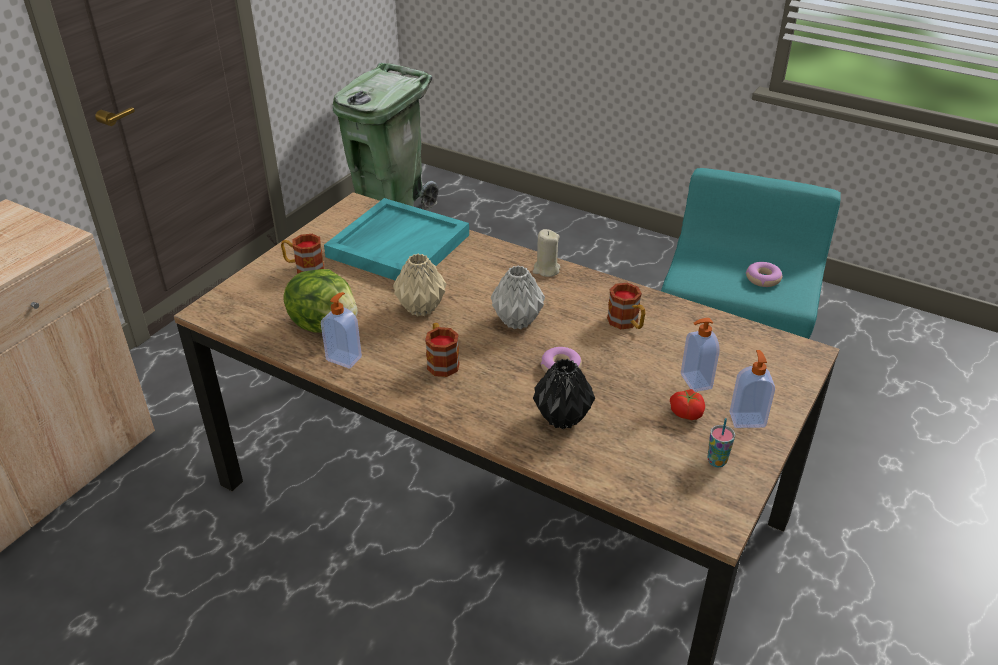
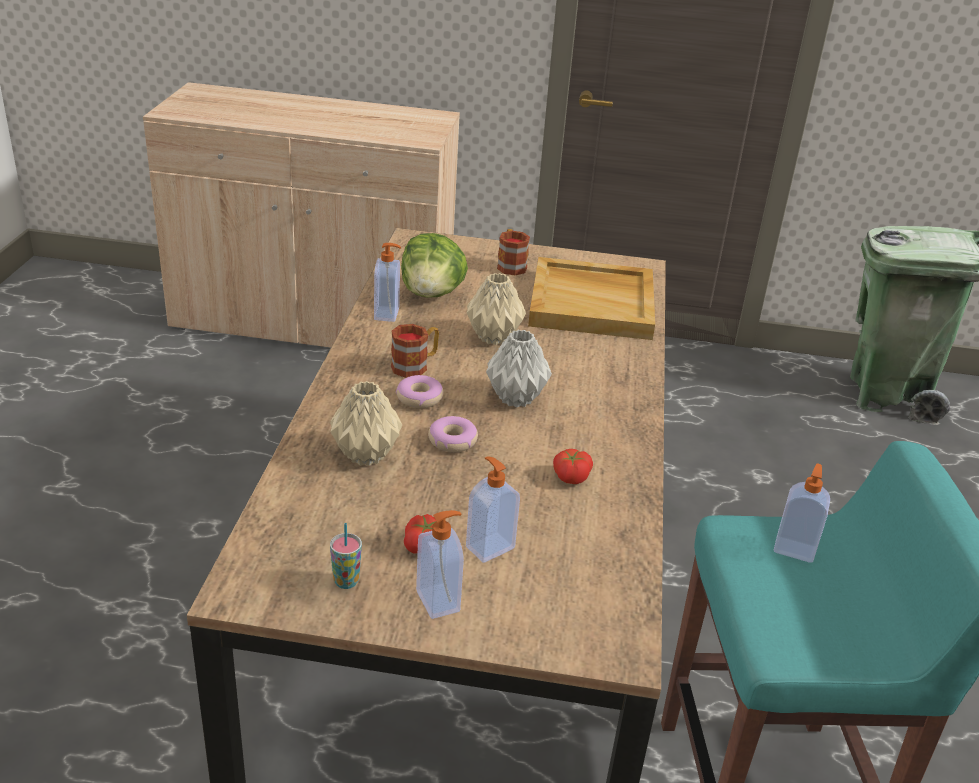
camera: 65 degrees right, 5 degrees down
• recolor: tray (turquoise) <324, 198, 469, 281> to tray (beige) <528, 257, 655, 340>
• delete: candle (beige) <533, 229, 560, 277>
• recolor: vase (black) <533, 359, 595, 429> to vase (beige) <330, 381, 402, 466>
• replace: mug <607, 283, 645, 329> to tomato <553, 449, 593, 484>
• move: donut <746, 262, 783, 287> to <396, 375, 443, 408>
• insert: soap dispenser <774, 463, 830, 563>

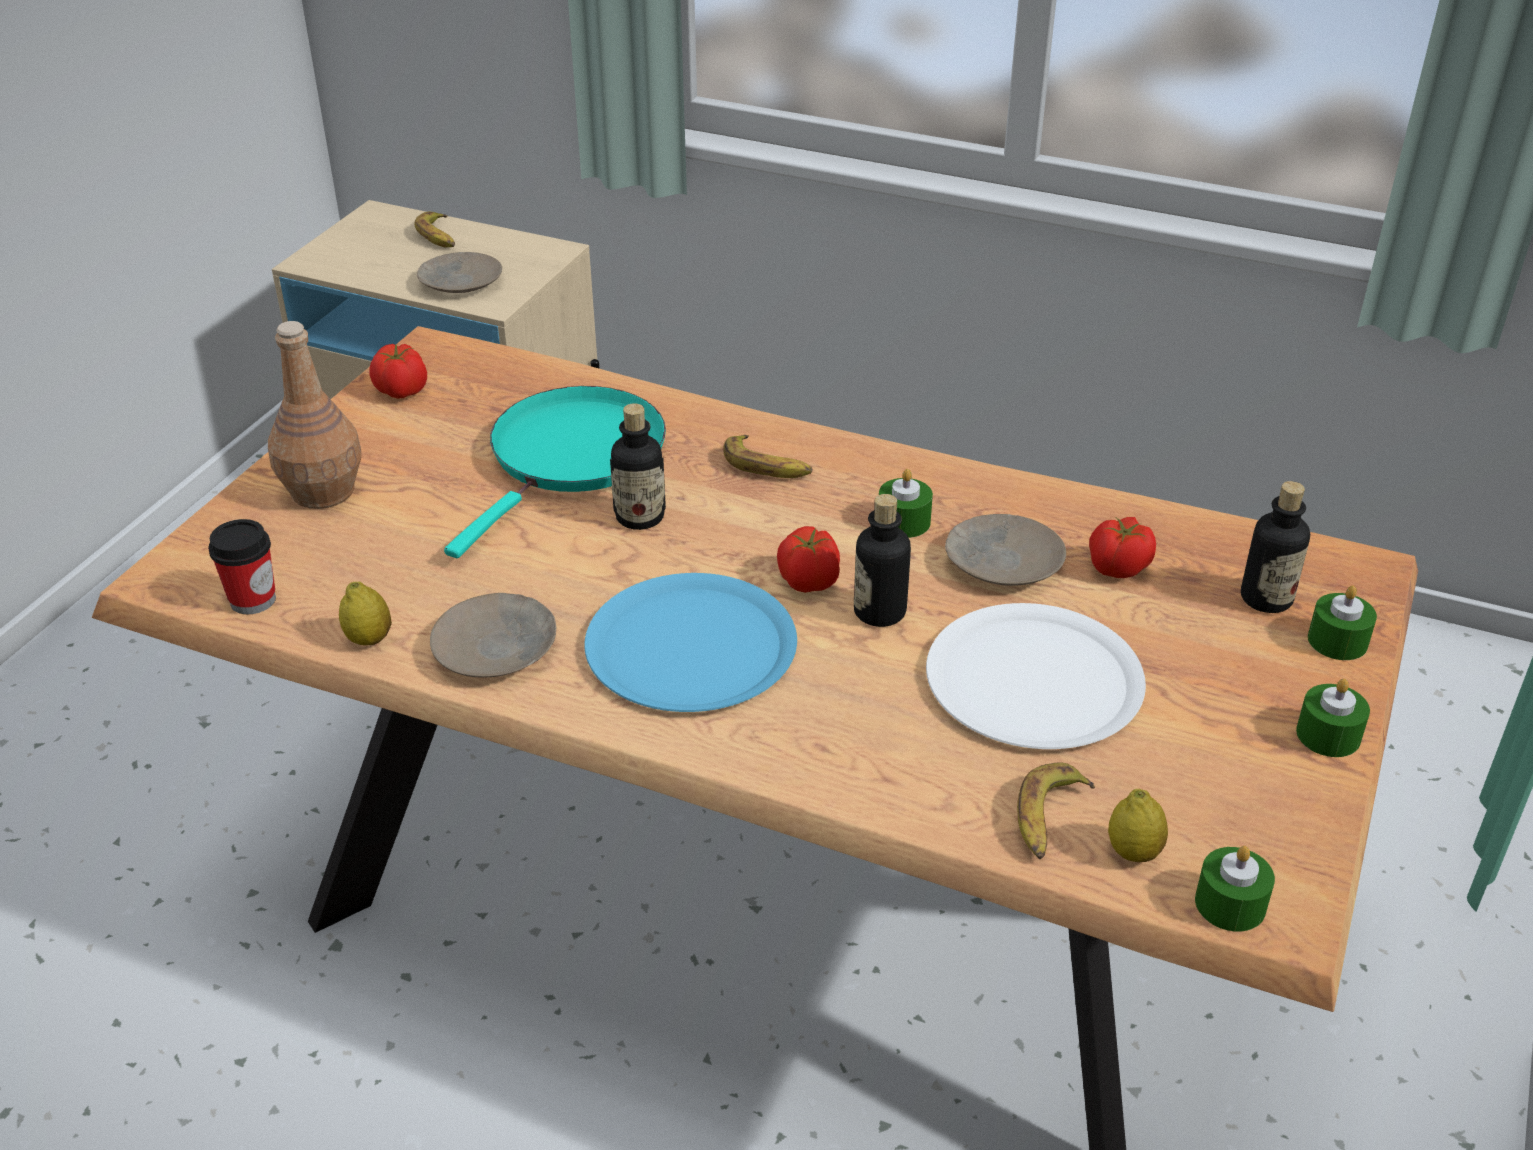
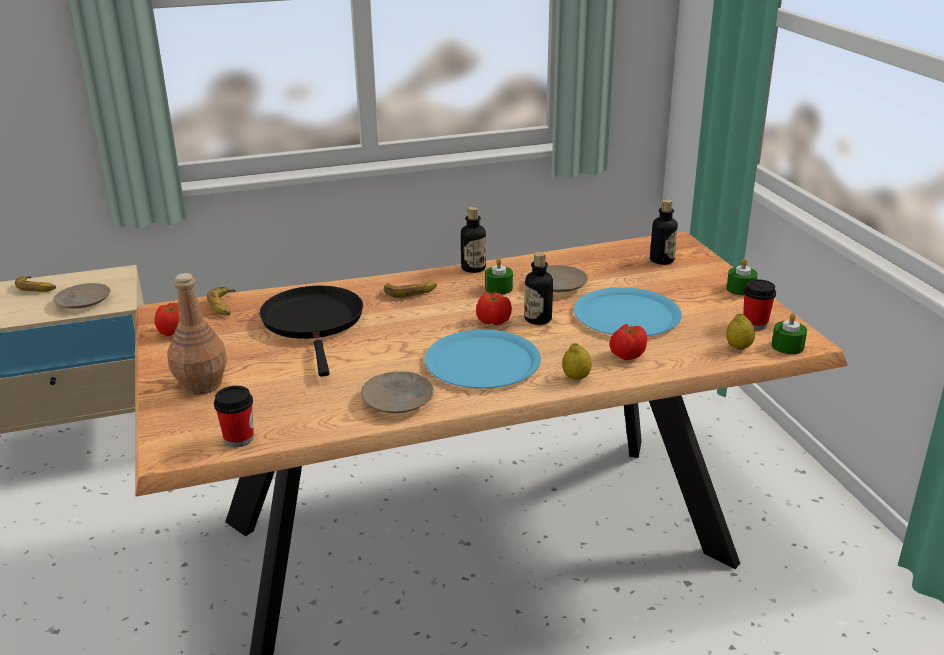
camera: 40 degrees left, 10 degrees down
• move: lemon <339, 582, 392, 646> to <562, 343, 592, 380>
• recolor: frying pan (turquoise) <444, 386, 666, 558> to frying pan (black) <260, 286, 363, 377>
• move: bottle <610, 403, 666, 530> to <461, 207, 486, 273>
• recolor: plate (white) <926, 603, 1146, 749> to plate (blue) <574, 287, 682, 336>
• move: banana <1017, 762, 1095, 859> to <207, 287, 236, 315>
• move: tomato <1089, 517, 1156, 578> to <609, 324, 647, 360>
• delete: candle (green) <1308, 586, 1377, 660>
• insert: cup <743, 279, 776, 330>

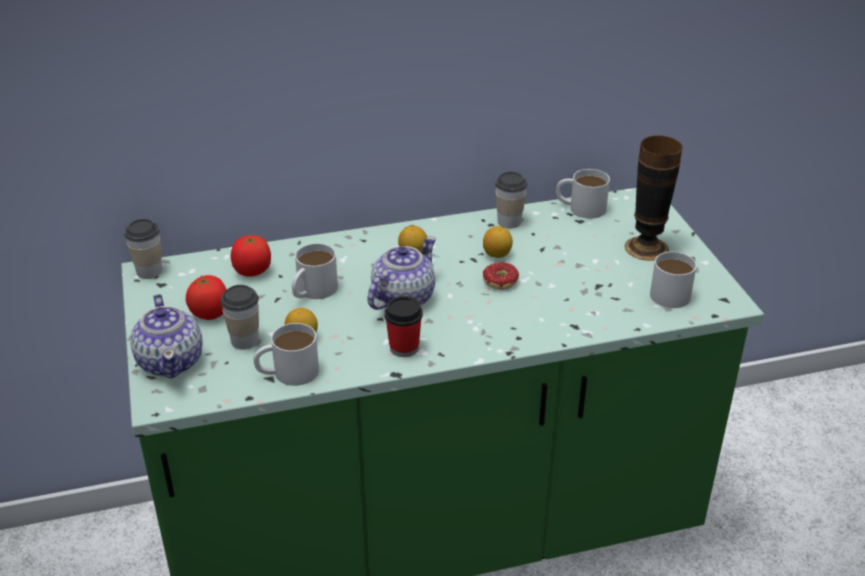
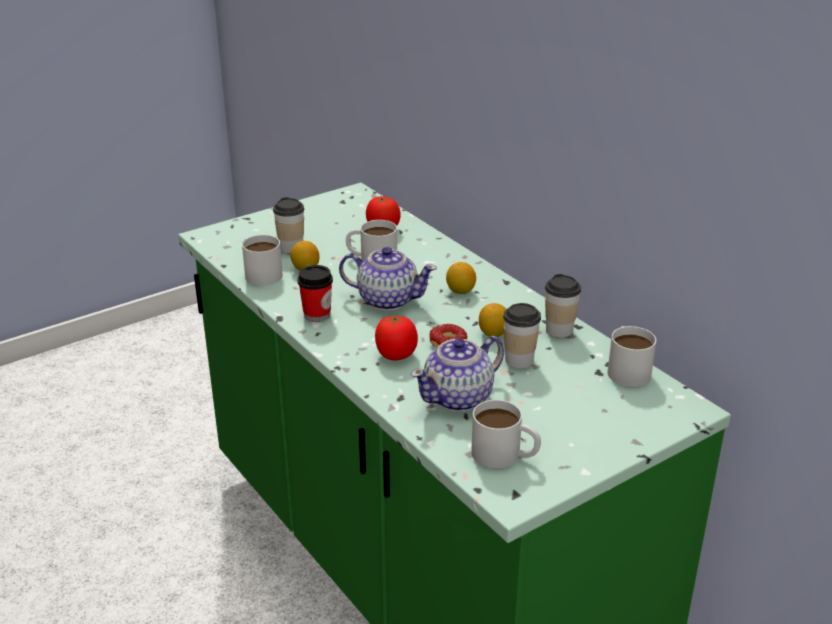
camera: 70 degrees right, 5 degrees down
• move: cup <124, 219, 162, 279> to <503, 303, 541, 368>
• move: teapot <130, 294, 203, 378> to <411, 336, 504, 412>
• move: tomato <186, 275, 227, 320> to <375, 313, 418, 360>
• delete: vase <625, 136, 683, 261>

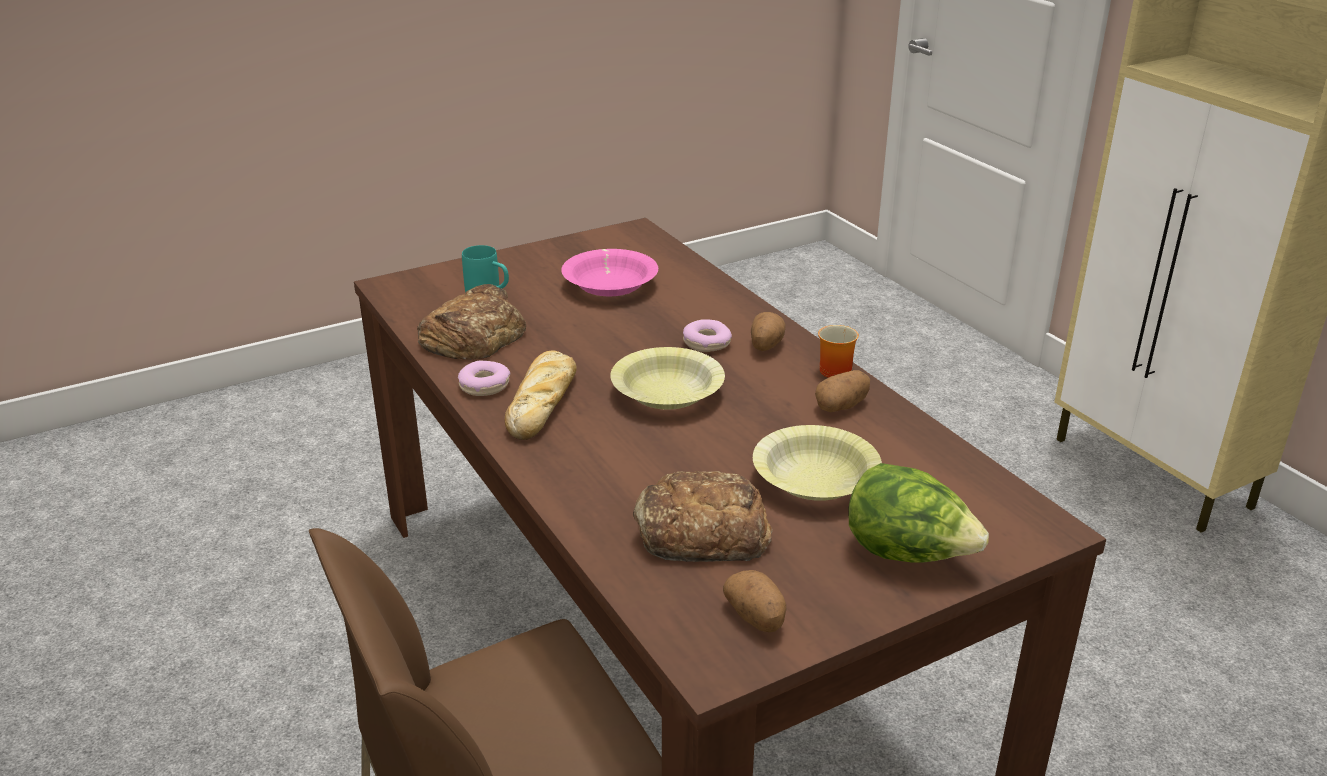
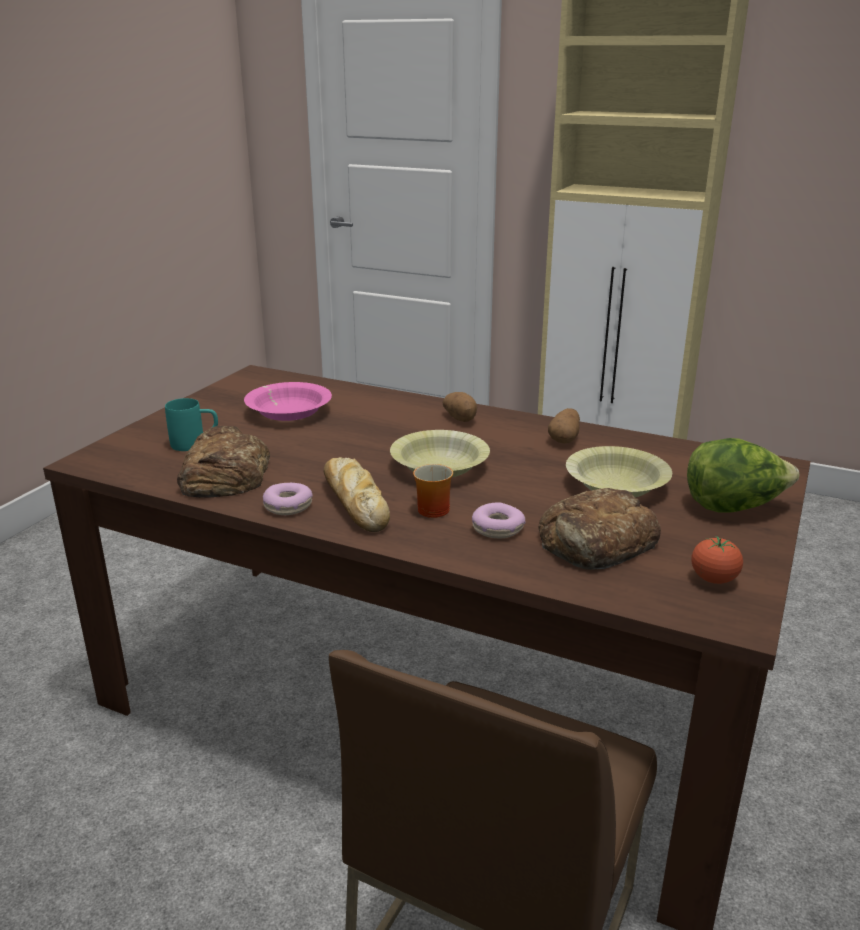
camera: 35 degrees left, 5 degrees down
• move: donut <683, 319, 732, 352> to <472, 502, 526, 539>
• replace: potato <723, 570, 786, 632> to tomato <691, 536, 743, 584>
• move: mug <818, 325, 859, 378> to <413, 464, 453, 518>

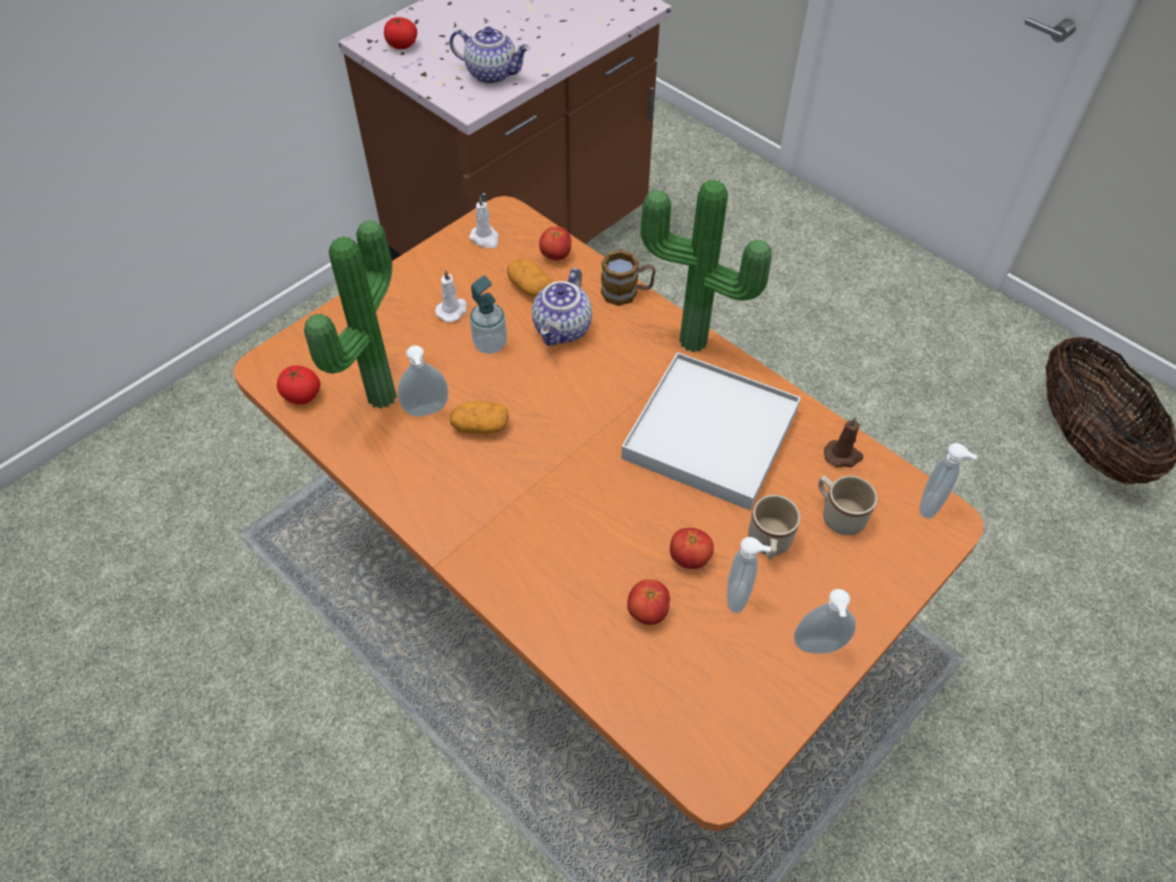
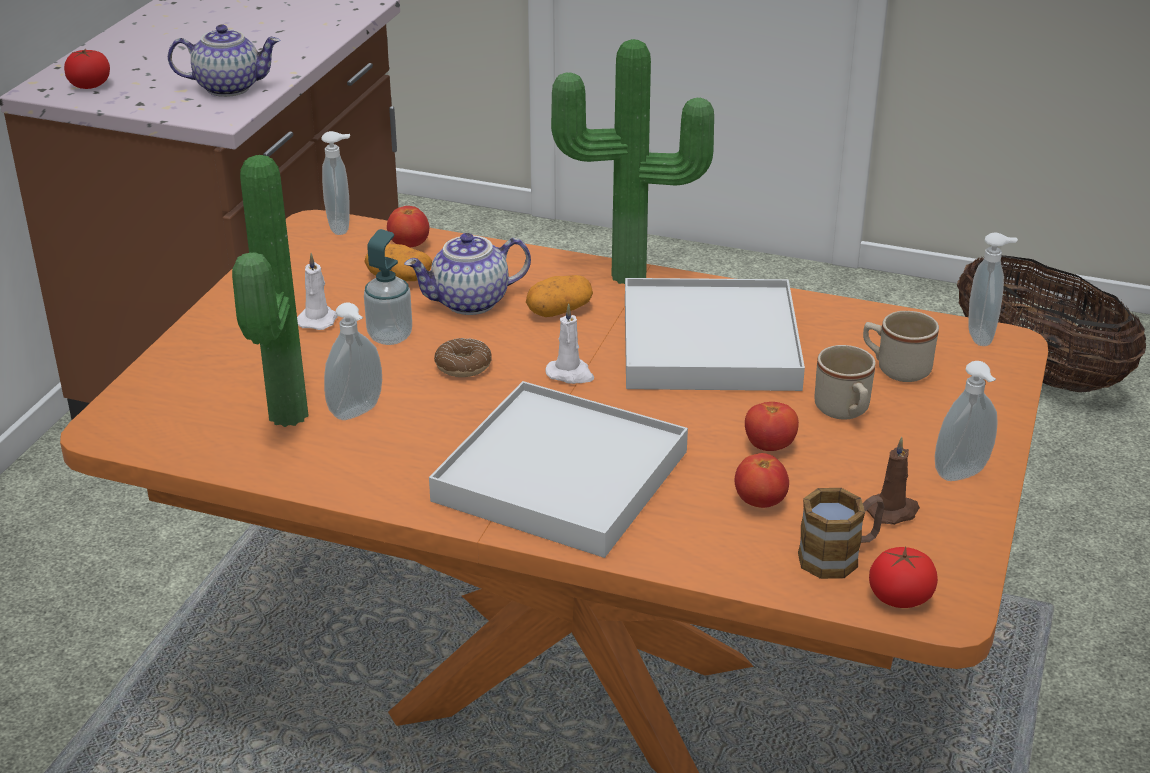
camera: 25 degrees left, 20 degrees down
• move: tomato <277, 365, 320, 405> to <869, 547, 938, 608>
• move: potato <450, 401, 509, 434> to <526, 275, 593, 317>
• move: candle (white) <469, 196, 499, 248> to <545, 304, 594, 384>
• rotate: teapot <532, 268, 592, 346> = <404, 233, 531, 315> 75 degrees clockwise
• move: mug <601, 250, 656, 306> to <798, 488, 885, 579>
• move: soap dispenser <727, 537, 771, 613> to <321, 131, 350, 235>
• move: candle (brown) <824, 416, 863, 467> to <867, 437, 920, 525>
• insert: tray (white) <429, 381, 688, 558>
• insert: donut <434, 338, 492, 377>

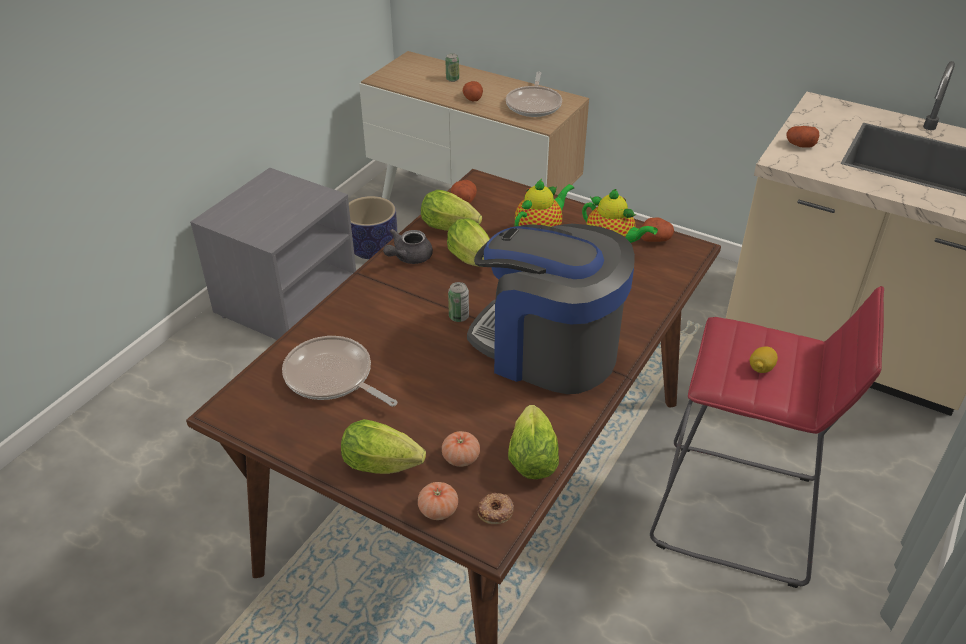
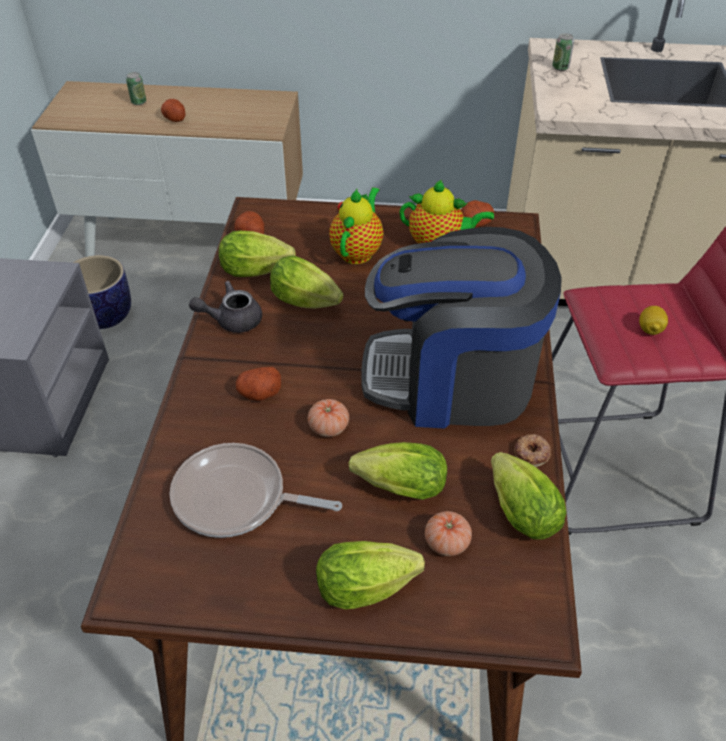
camera: 25 degrees left, 5 degrees up
• rotate: teapot (grey) <383, 229, 433, 264> = <189, 281, 262, 333> 60 degrees clockwise
• move: tomato <418, 482, 458, 520> to <308, 399, 349, 437>
• move: can <448, 282, 469, 322> to <552, 33, 574, 71>
• move: donut <478, 493, 514, 524> to <514, 434, 551, 467>
• delete: frying pan <506, 72, 562, 117>
• move: potato <787, 126, 819, 148> to <236, 367, 281, 401>
• insert: lettuce <349, 442, 447, 500>

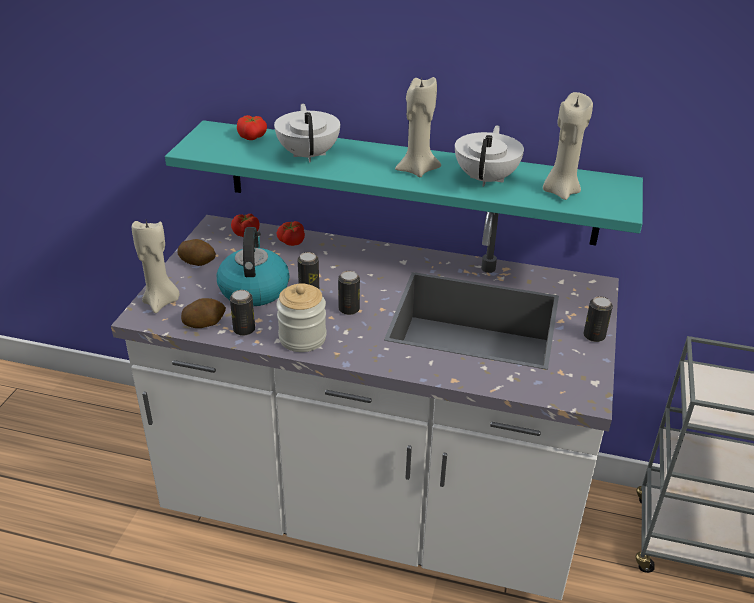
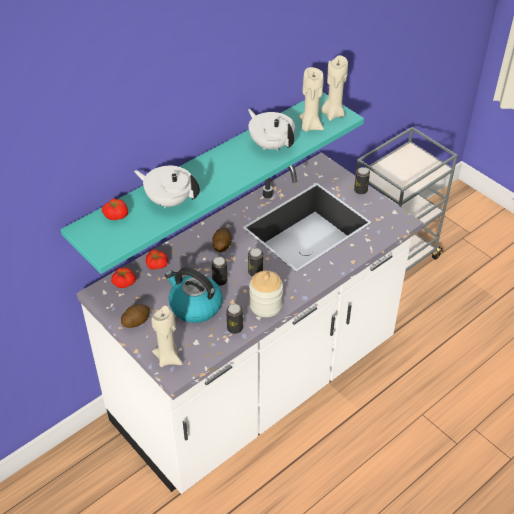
camera: 55 degrees left, 10 degrees up
• move: potato <181, 298, 226, 328> to <212, 228, 232, 252>
• move: candle (beige) <395, 77, 441, 177> to <321, 55, 348, 121>

